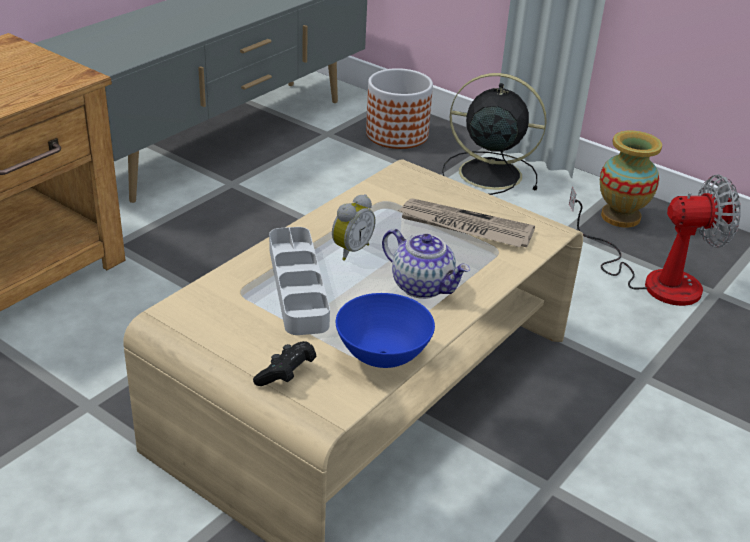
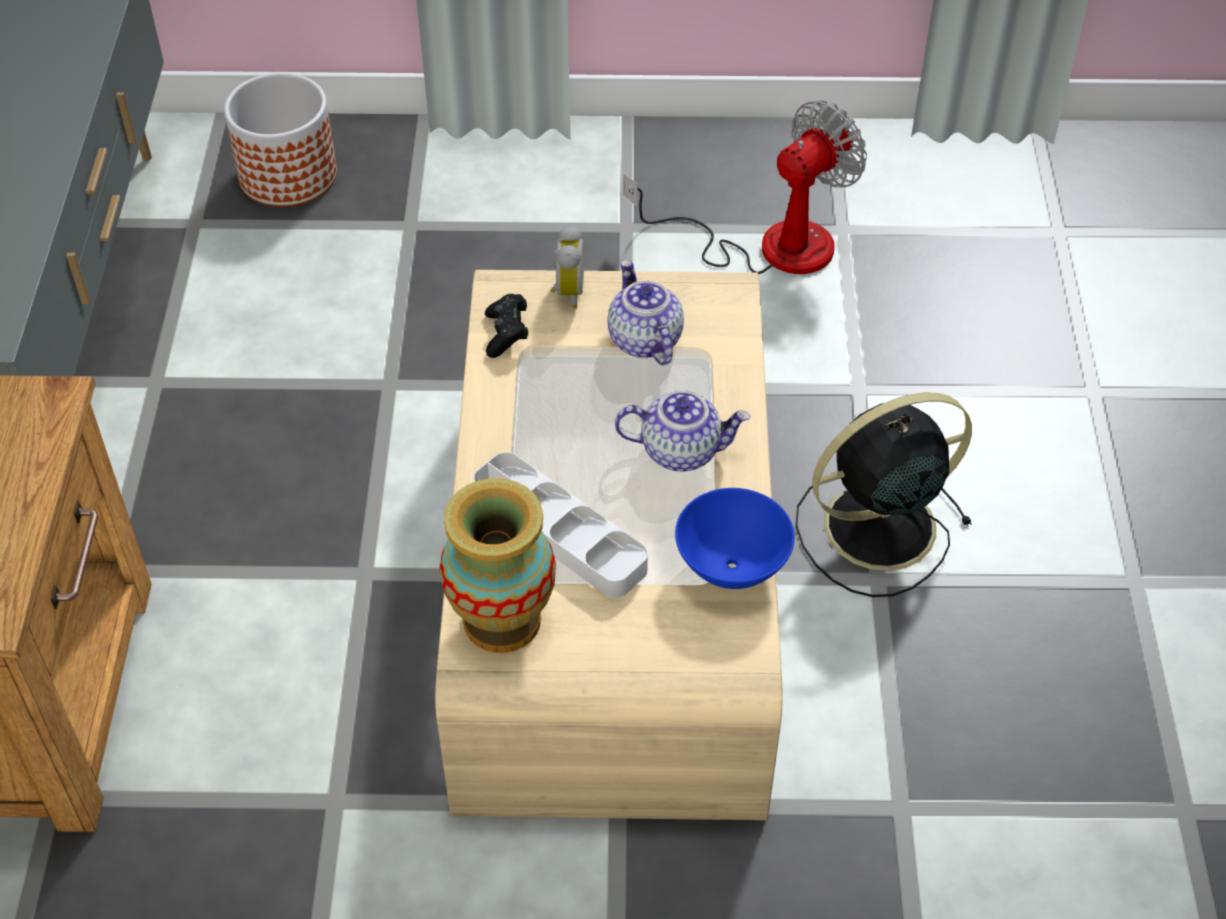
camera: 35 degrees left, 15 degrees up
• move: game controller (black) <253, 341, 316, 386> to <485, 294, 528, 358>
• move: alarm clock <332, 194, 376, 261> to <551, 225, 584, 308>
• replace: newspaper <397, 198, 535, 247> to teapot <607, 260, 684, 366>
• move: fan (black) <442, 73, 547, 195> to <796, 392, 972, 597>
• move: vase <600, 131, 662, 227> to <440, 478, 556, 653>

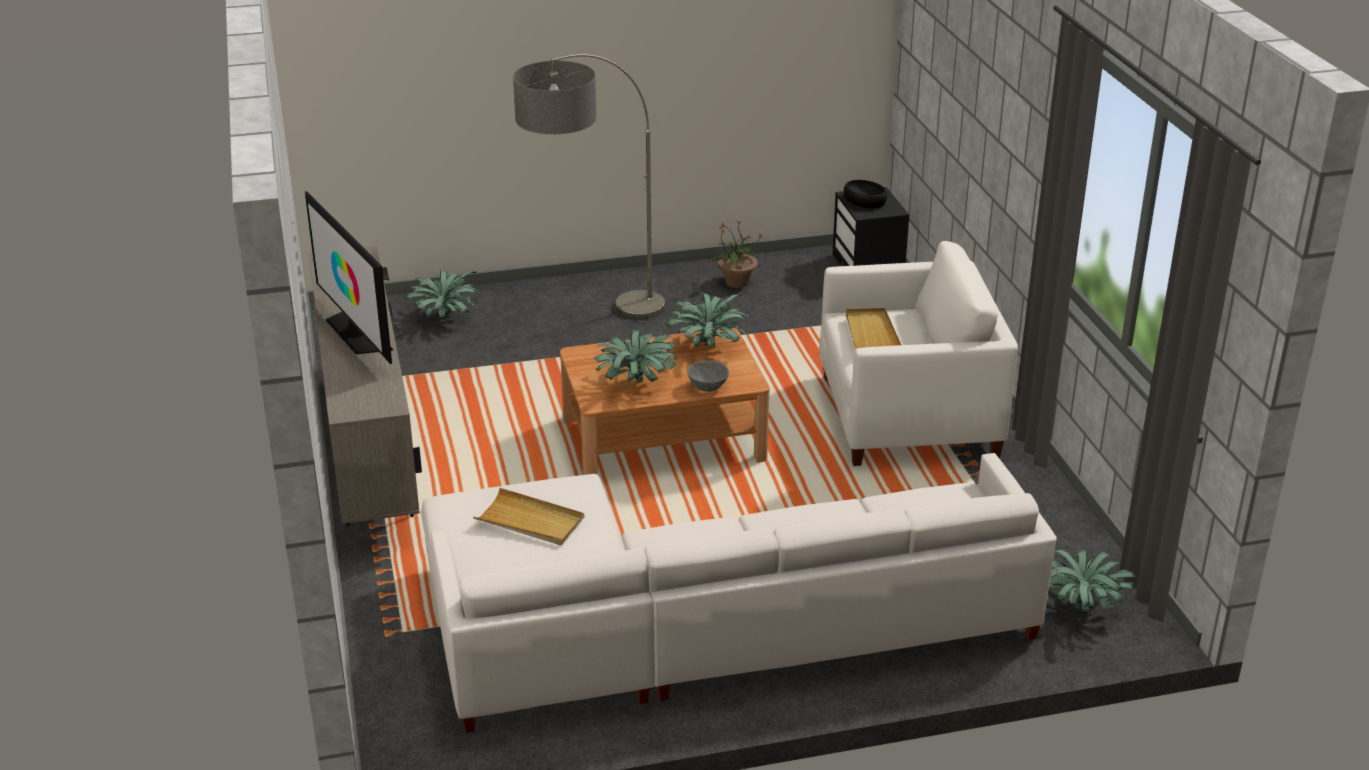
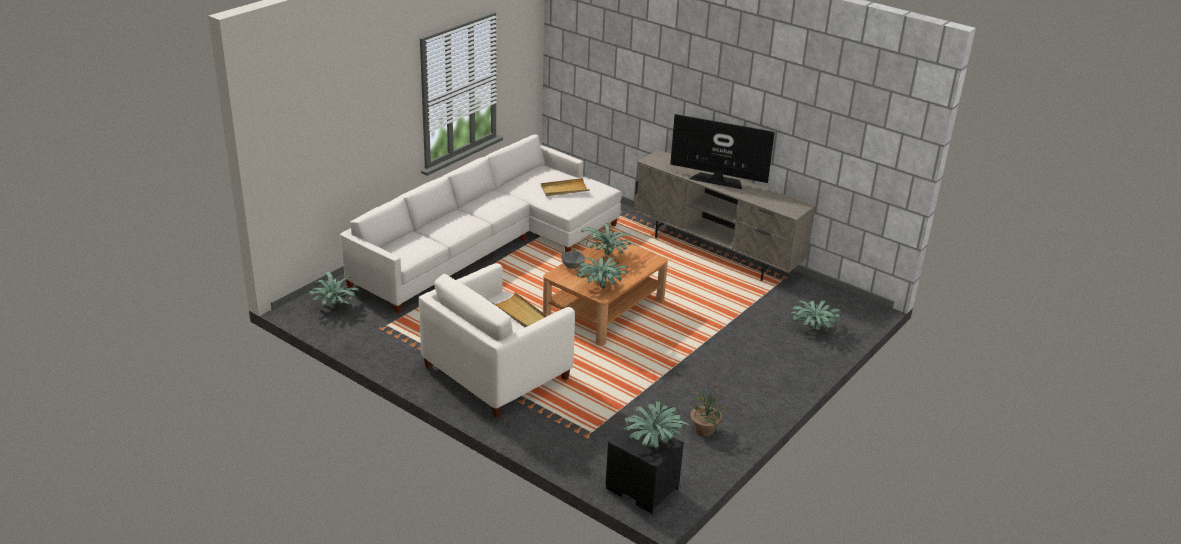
camera: 140 degrees right, 0 degrees up
• delete: floor lamp <513, 54, 665, 319>
• replace: bowl (black) <844, 180, 887, 208> to potted plant <623, 401, 689, 448>

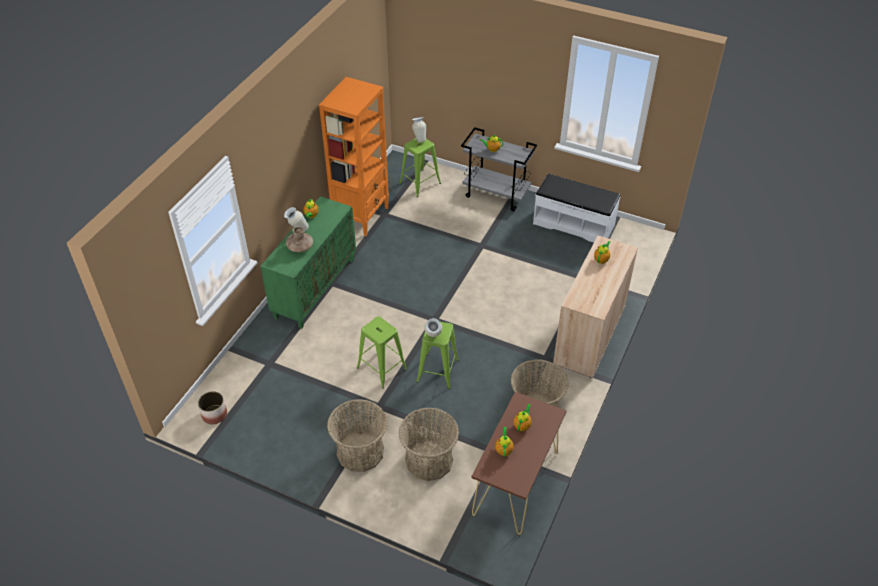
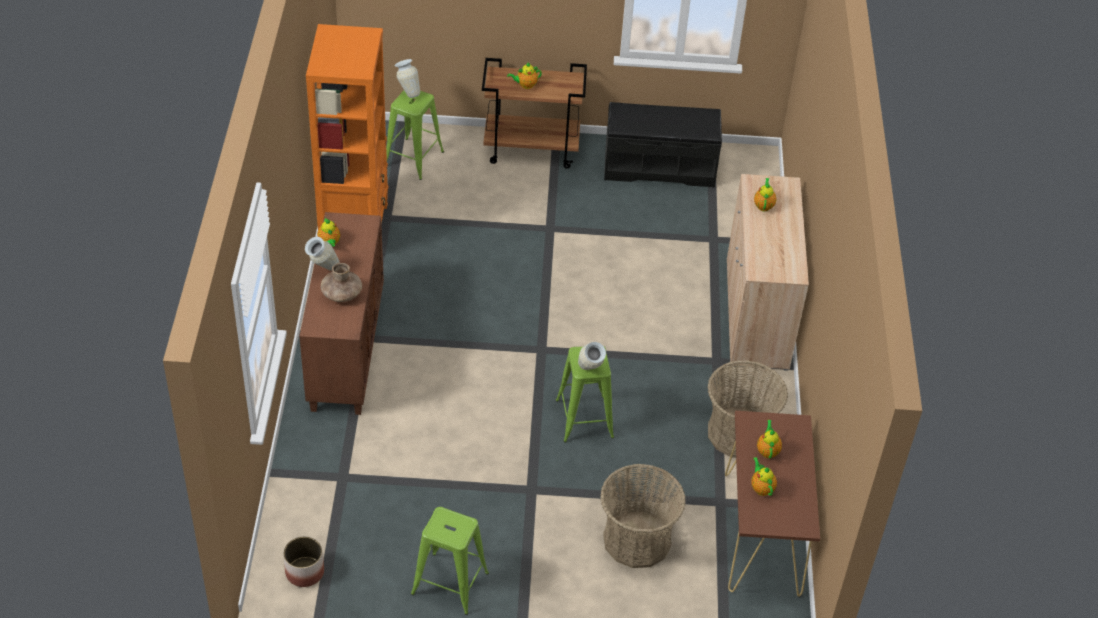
camera: 25 degrees left, 0 degrees up
• recolor: cabinet (green) <260, 196, 356, 329> to cabinet (brown) <299, 212, 384, 415>
• delete: basket <327, 399, 387, 472>
• move: stool (green) <357, 317, 408, 389> to <411, 507, 489, 615>
• recolor: cart (grey) <461, 127, 537, 211> to cart (brown) <482, 58, 587, 169>
• recolor: bench (white) <533, 173, 621, 243> to bench (black) <604, 102, 722, 188>

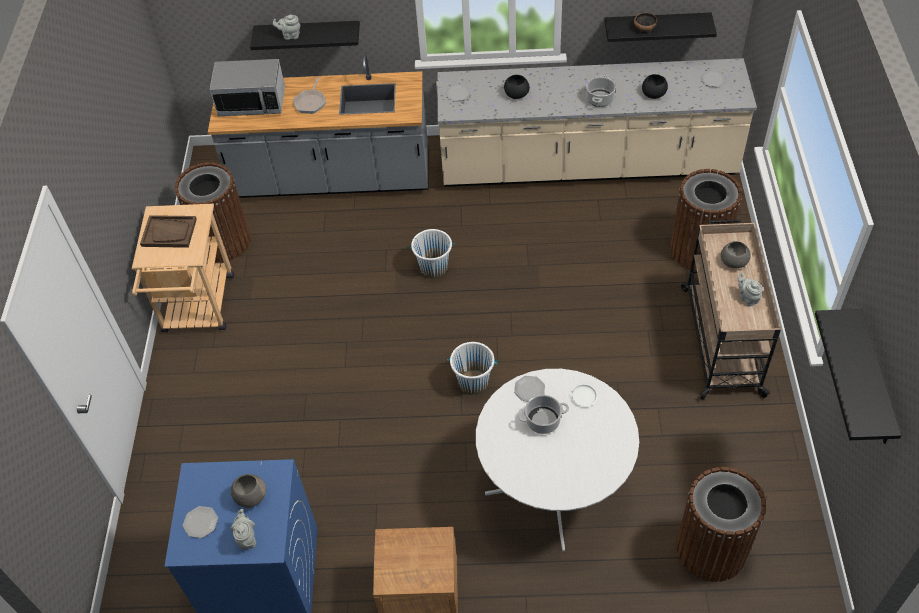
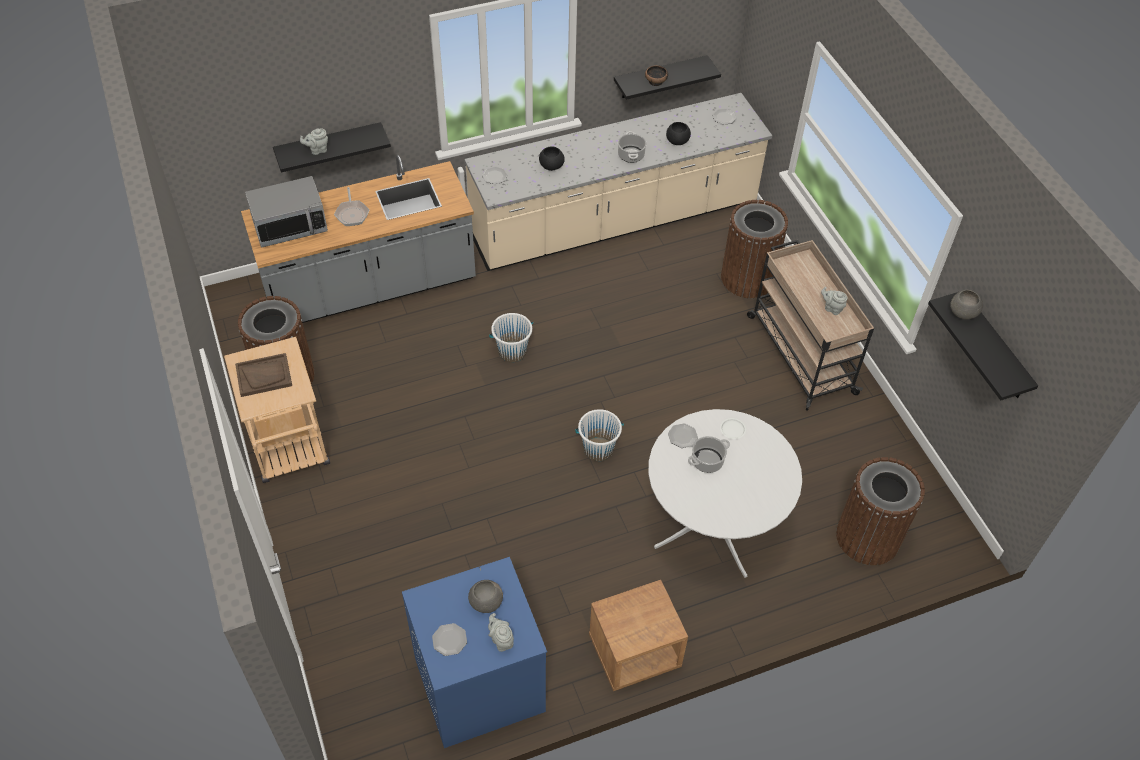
camera: 25 degrees left, 0 degrees up
• move: bowl (grey) <721, 241, 751, 268> to <950, 290, 983, 320>

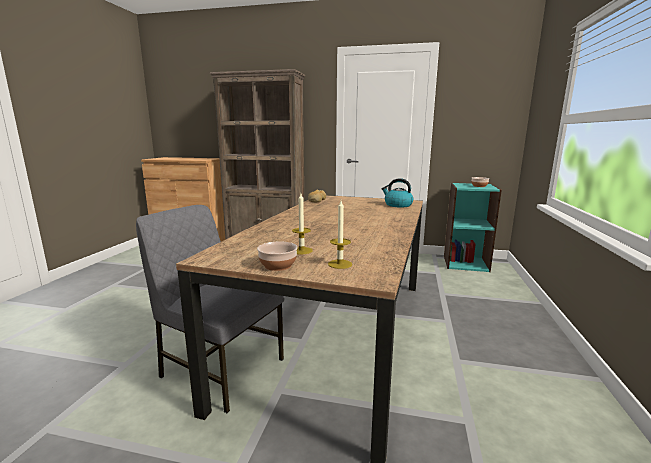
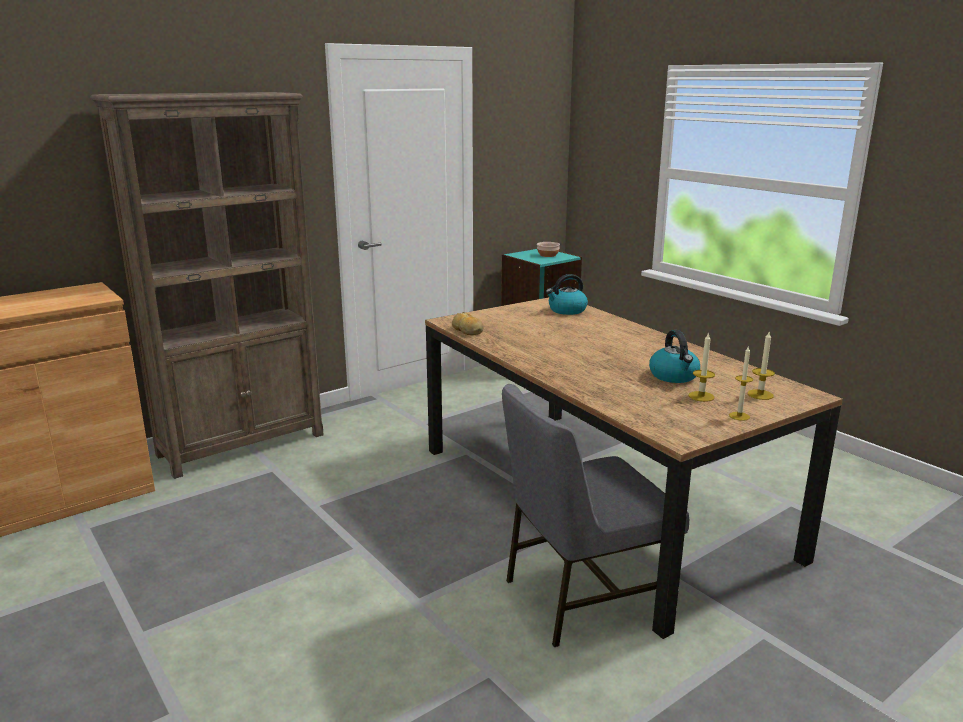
camera: 50 degrees left, 5 degrees up
• replace: bowl <257, 242, 298, 271> to candle <729, 346, 753, 421>
• insert: kettle <649, 330, 700, 383>

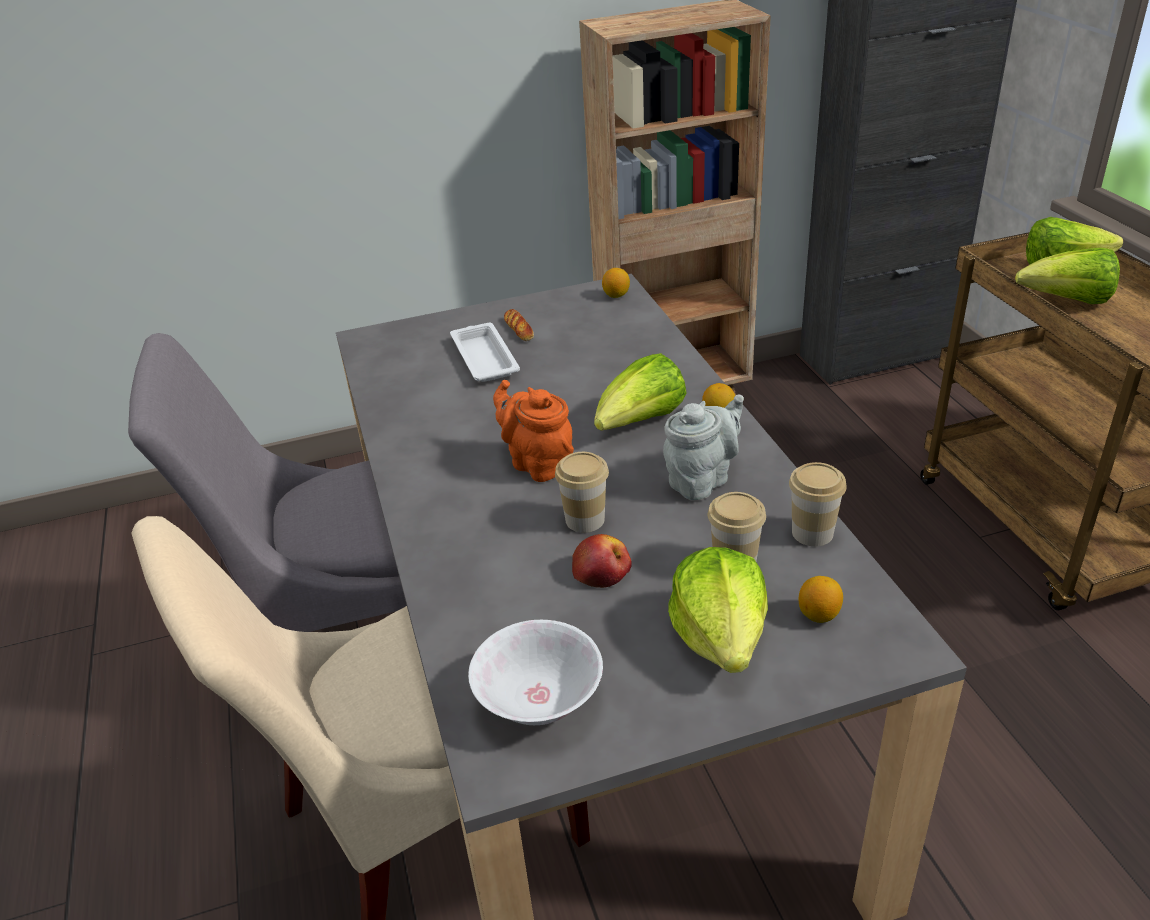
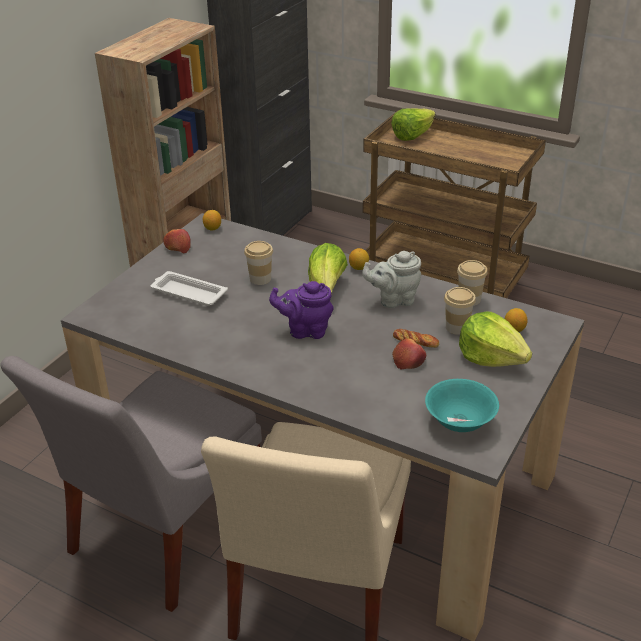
camera: 45 degrees left, 0 degrees up
• recolor: bowl (white) <468, 620, 603, 725> to bowl (turquoise) <425, 379, 499, 432>
• recolor: teapot (orange) <493, 380, 574, 482> to teapot (purple) <269, 281, 334, 339>
• move: bread <504, 309, 534, 341> to <393, 329, 439, 348>
• move: cup <555, 452, 609, 533> to <244, 241, 273, 285>
• rotate: teapot (grey) <663, 395, 744, 501> = <362, 251, 421, 308> 105 degrees counterclockwise
• delete: lettuce <1015, 248, 1120, 304>
• insert: apple <163, 229, 191, 253>

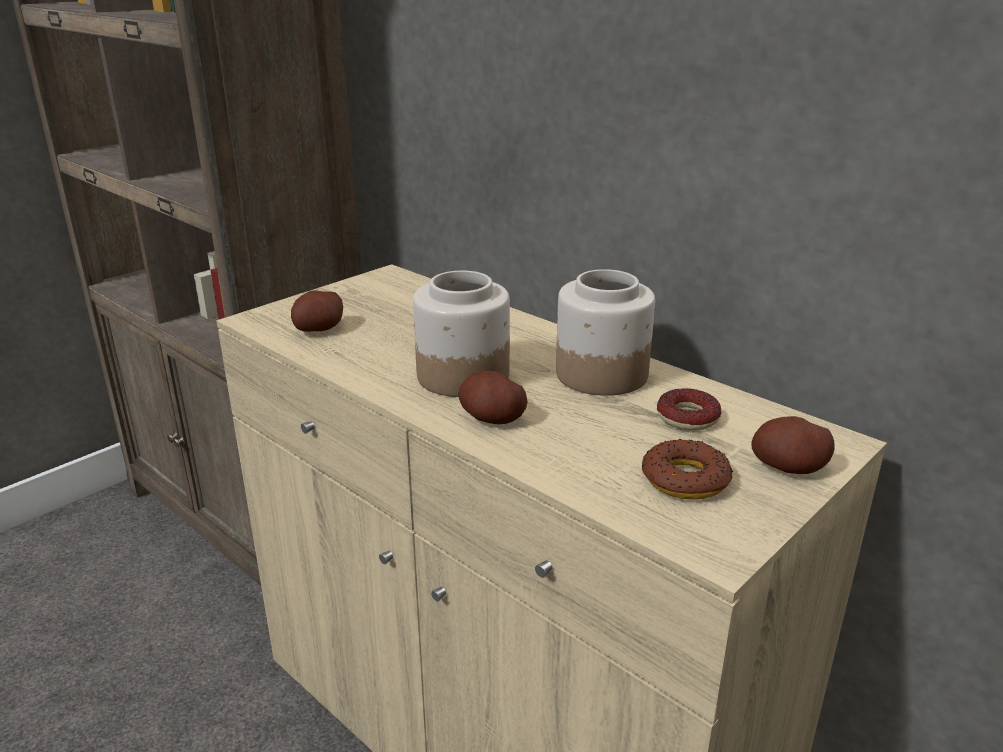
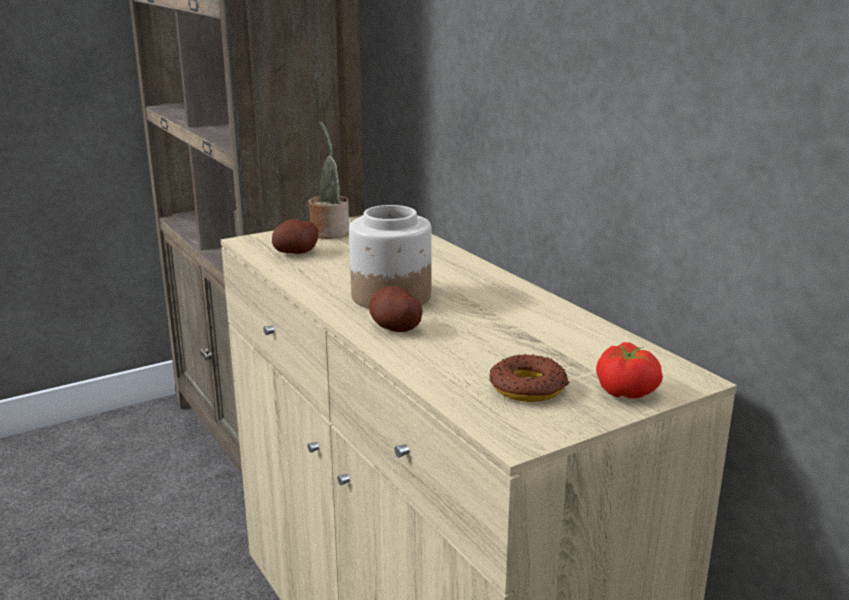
camera: 15 degrees right, 5 degrees down
• delete: jar <556, 269, 655, 396>
• delete: donut <657, 388, 721, 431>
• replace: potato <751, 416, 835, 474> to tomato <596, 342, 663, 398>
• insert: potted plant <309, 121, 349, 239>

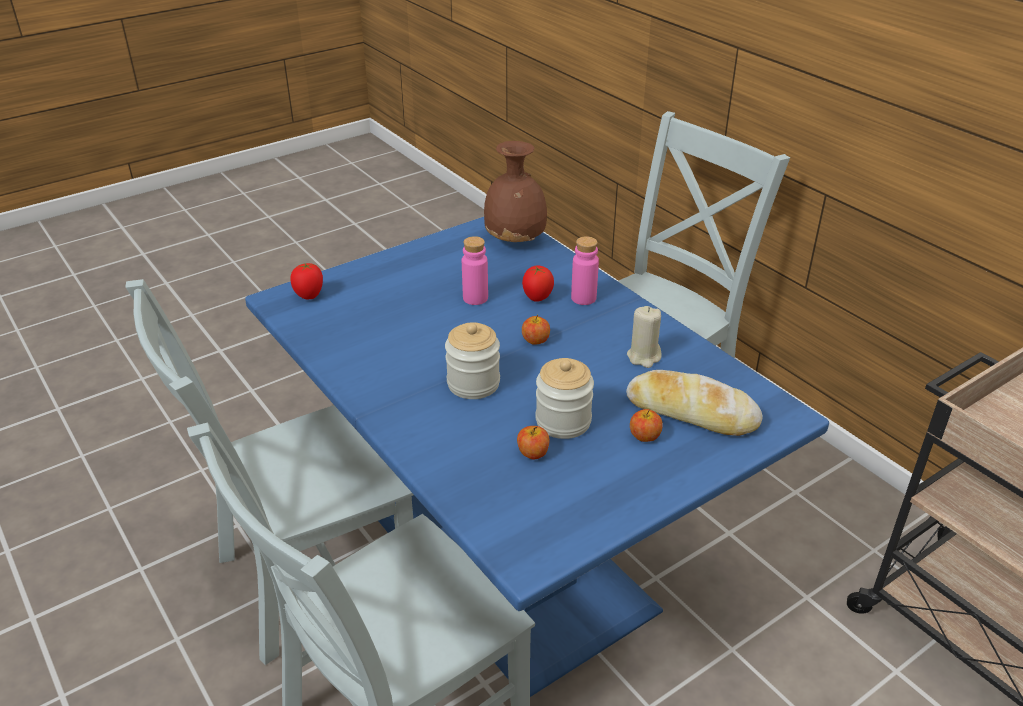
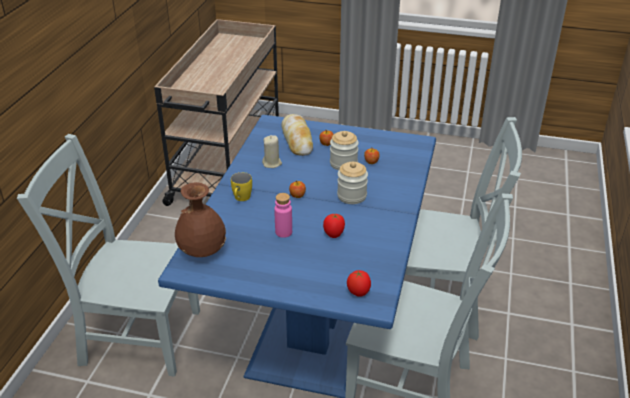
camera: 130 degrees left, 0 degrees up
• move: tomato <522, 265, 554, 302> to <323, 214, 345, 238>
• replace: bottle (pink) <571, 236, 599, 305> to mug (yellow) <231, 172, 252, 201>

